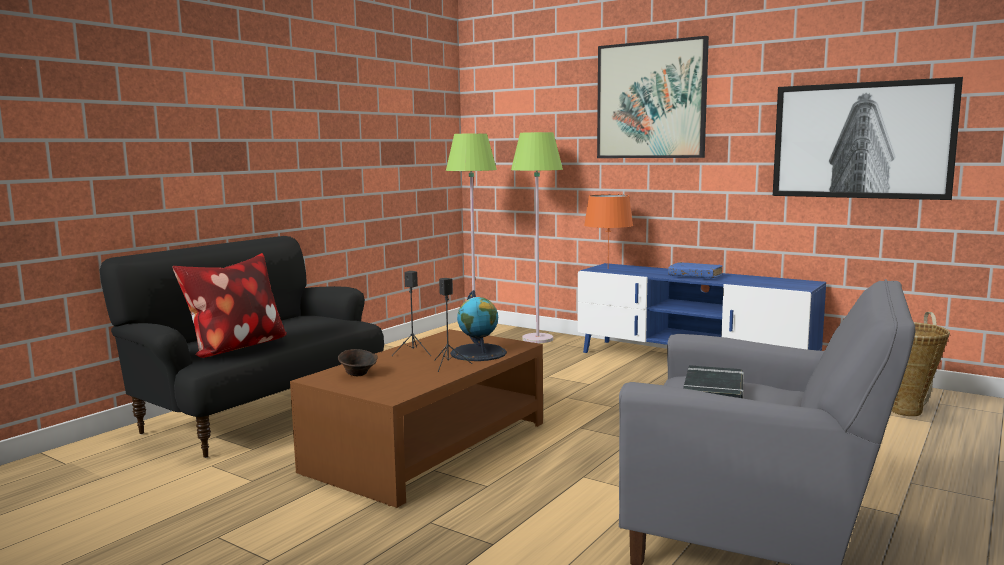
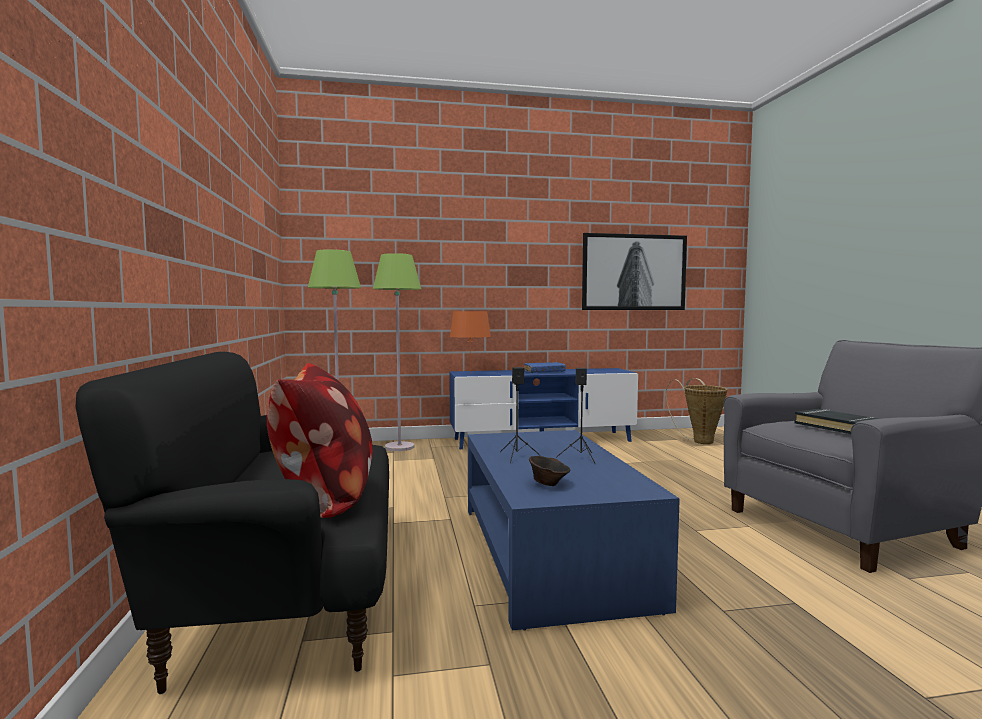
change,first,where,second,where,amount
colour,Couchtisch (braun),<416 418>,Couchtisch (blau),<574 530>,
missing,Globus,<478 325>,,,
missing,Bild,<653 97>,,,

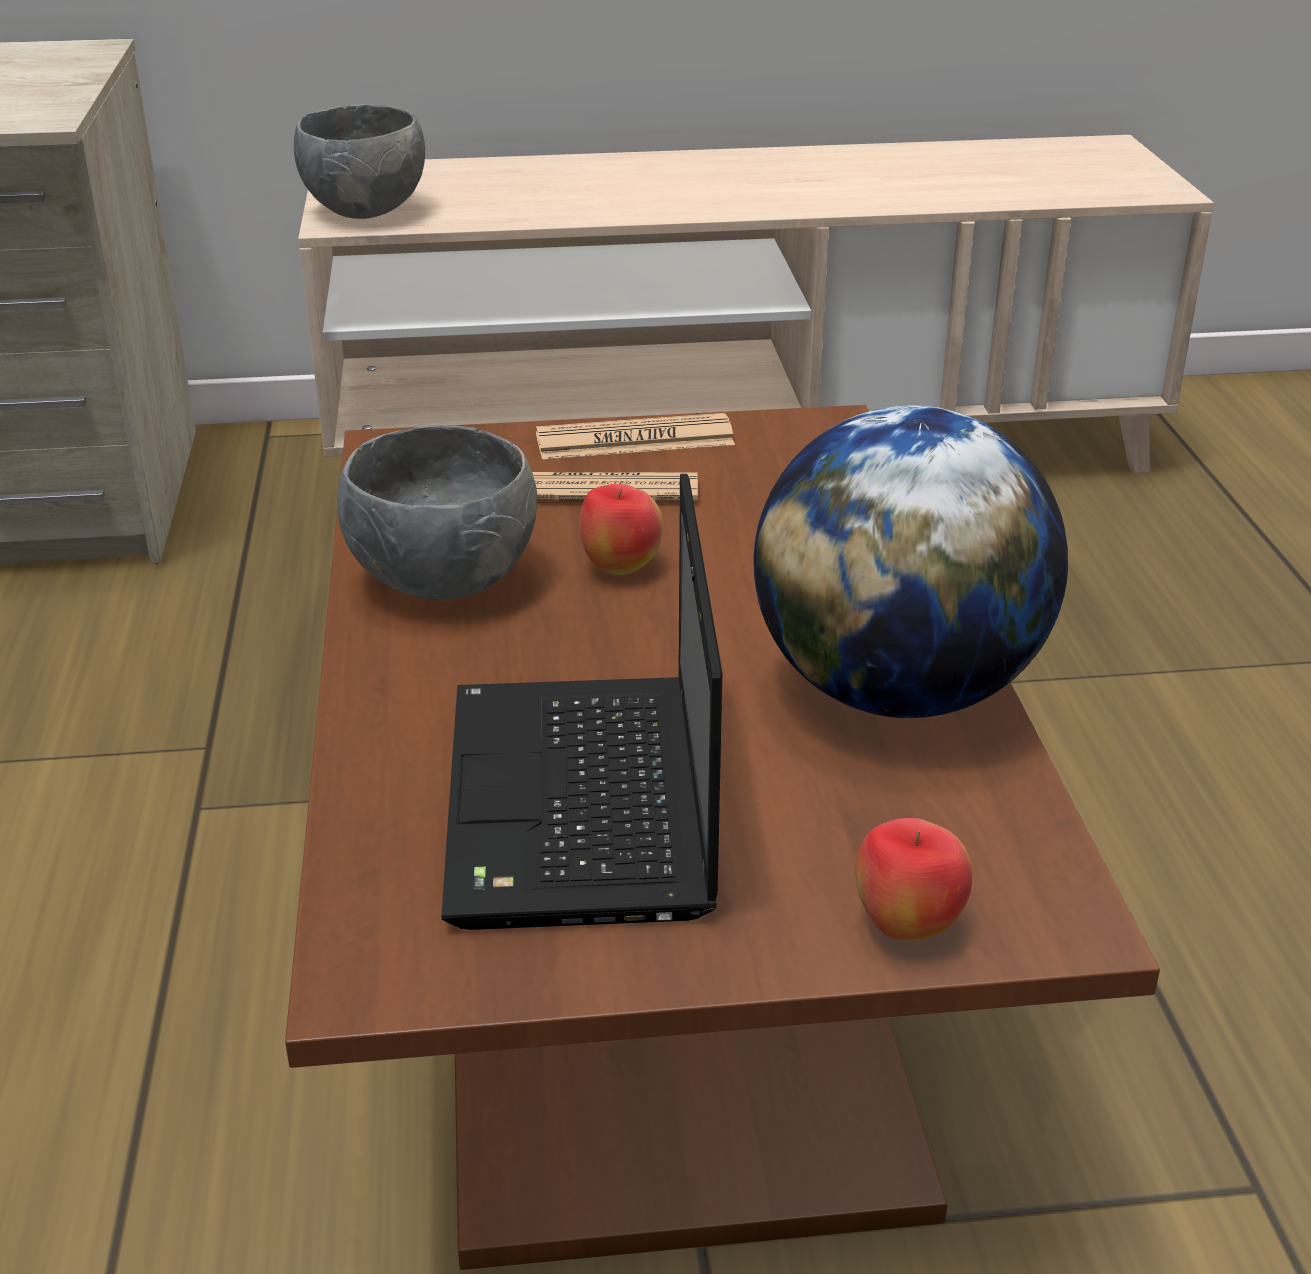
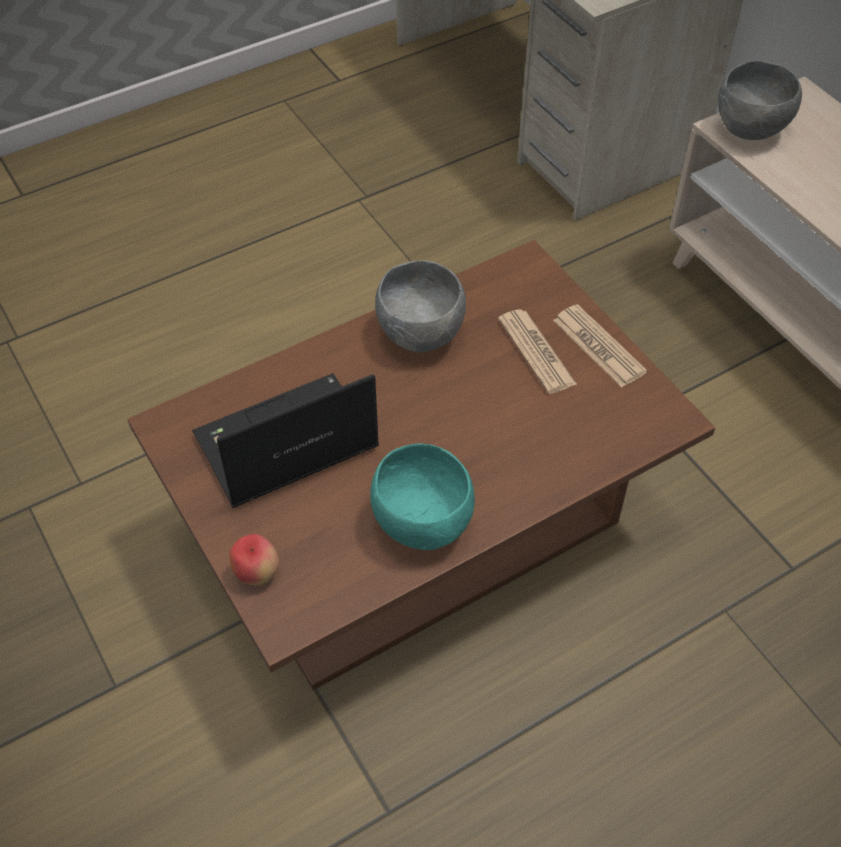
change,first,where,second,where,amount
exchanged,Globus,<910 562>,Schüssel (türkis),<422 496>,
missing,Apfel,<621 529>,,,

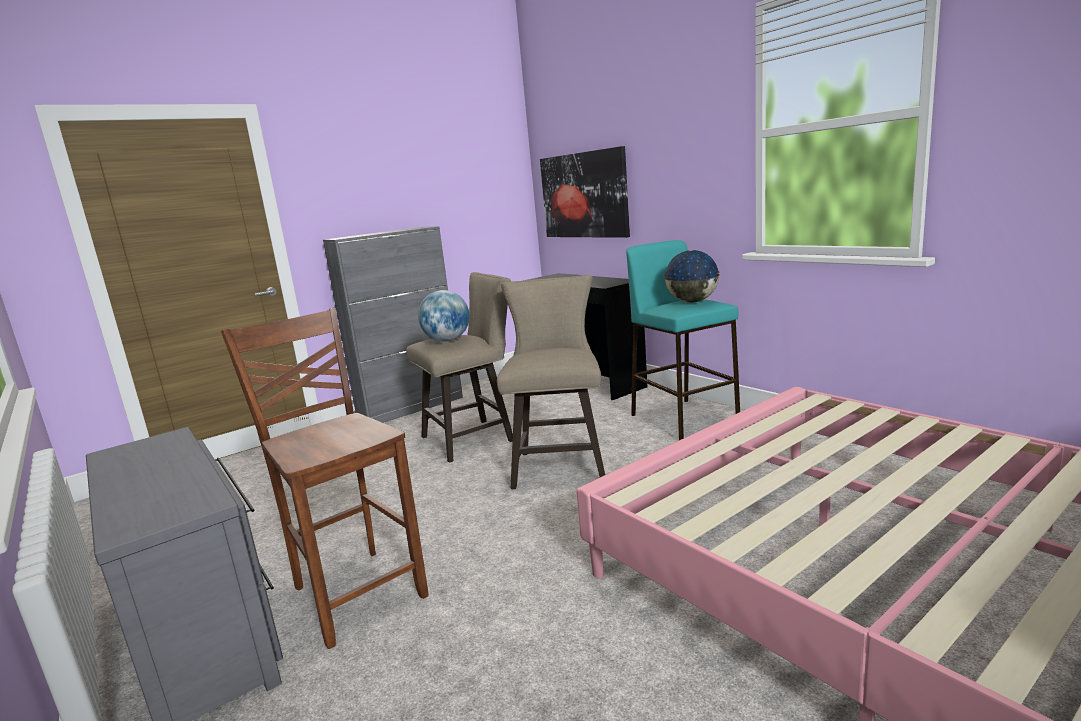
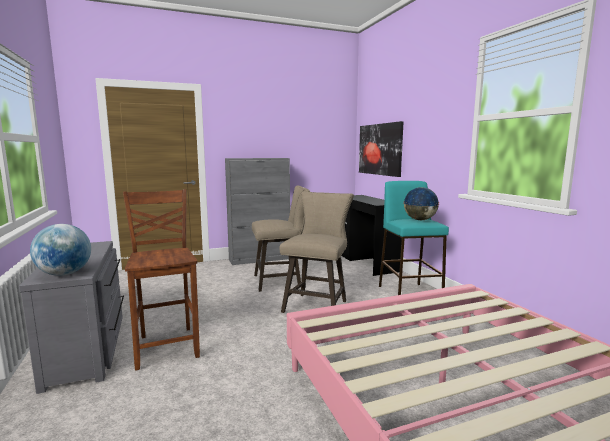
change,first,where,second,where,amount
relocated,Globus,<444 316>,,<60 250>,

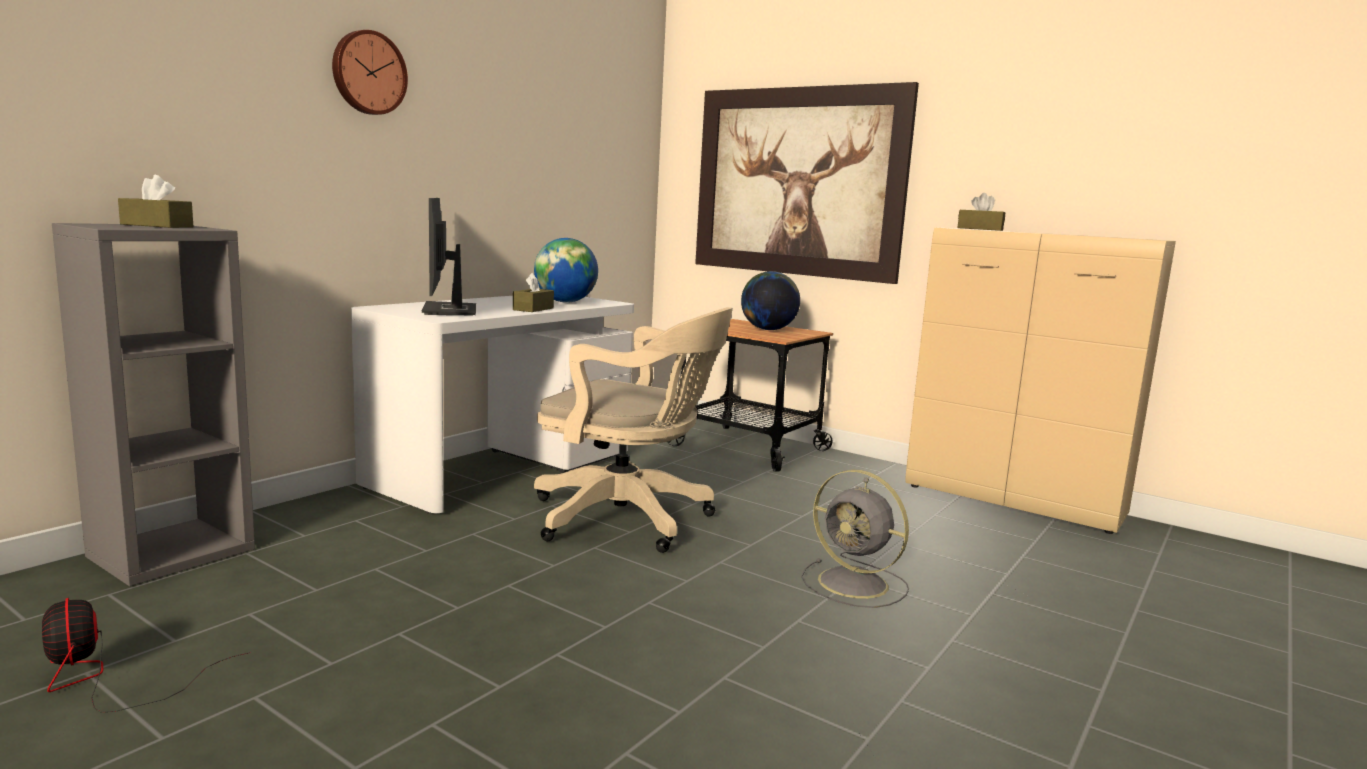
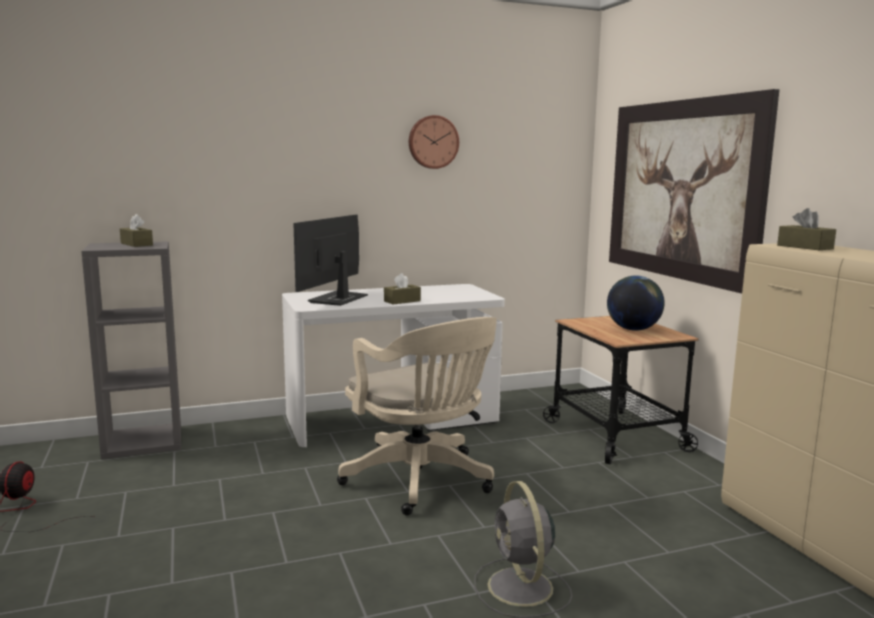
change,first,where,second,where,amount
relocated,Wanduhr,<370 72>,,<434 142>,
missing,Globus,<566 270>,,,

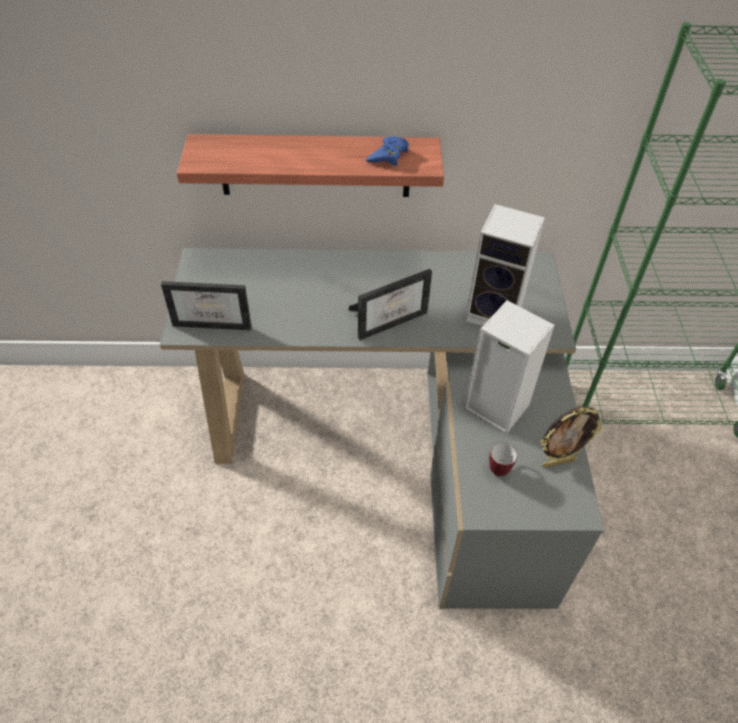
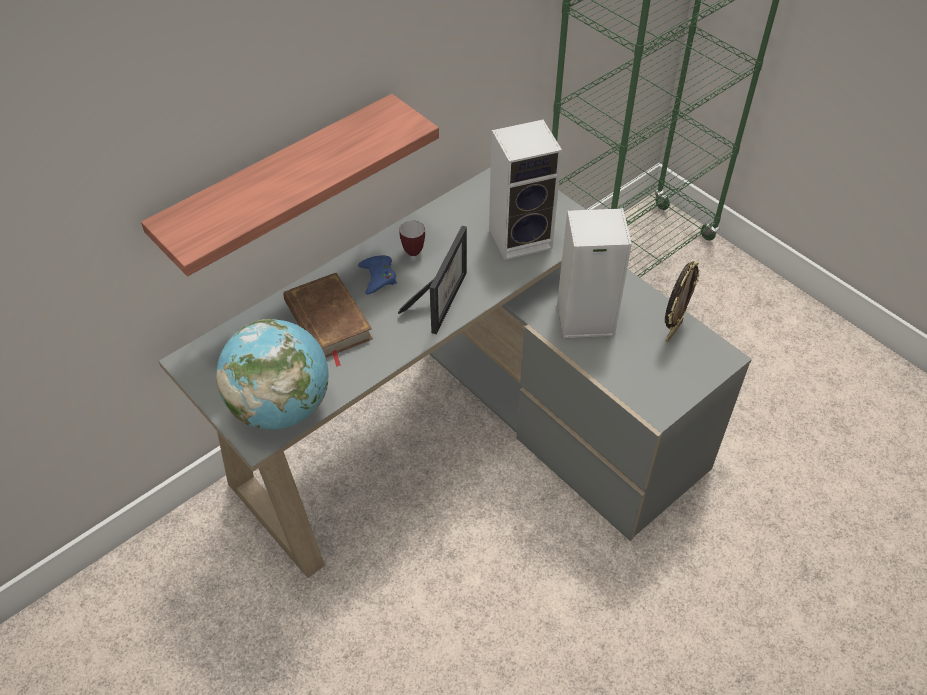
change,first,where,second,where,amount
exchanged,Bilderrahmen,<206 305>,Globus,<272 374>,
appeared,,,Buch (braun),<328 320>,
relocated,Gamepad (blau),<387 151>,,<377 274>,
relocated,Henkelbecher,<503 459>,,<412 238>,

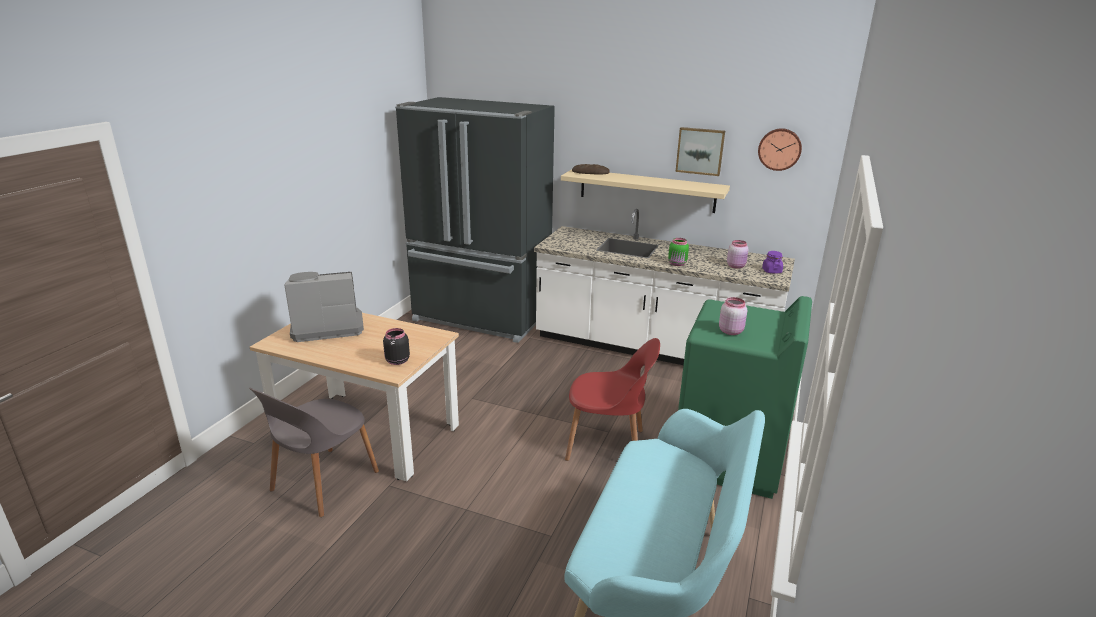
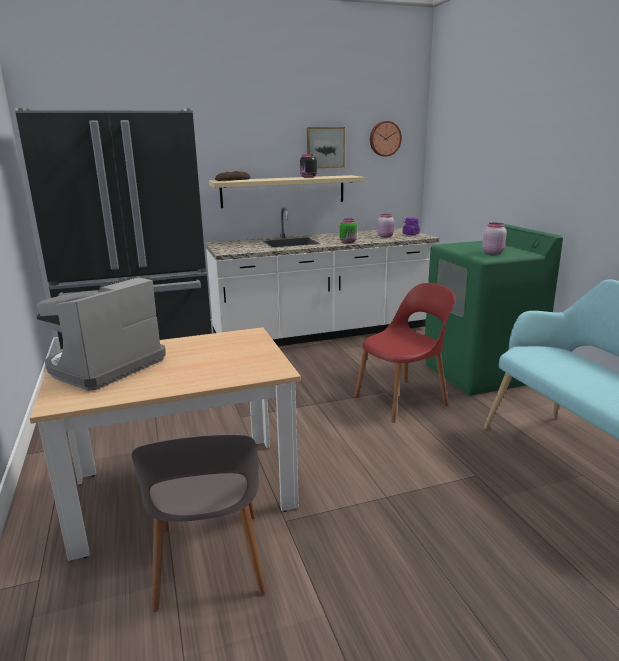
change,first,where,second,where,amount
relocated,Vorratsglas (schwarz),<396 346>,,<308 166>,

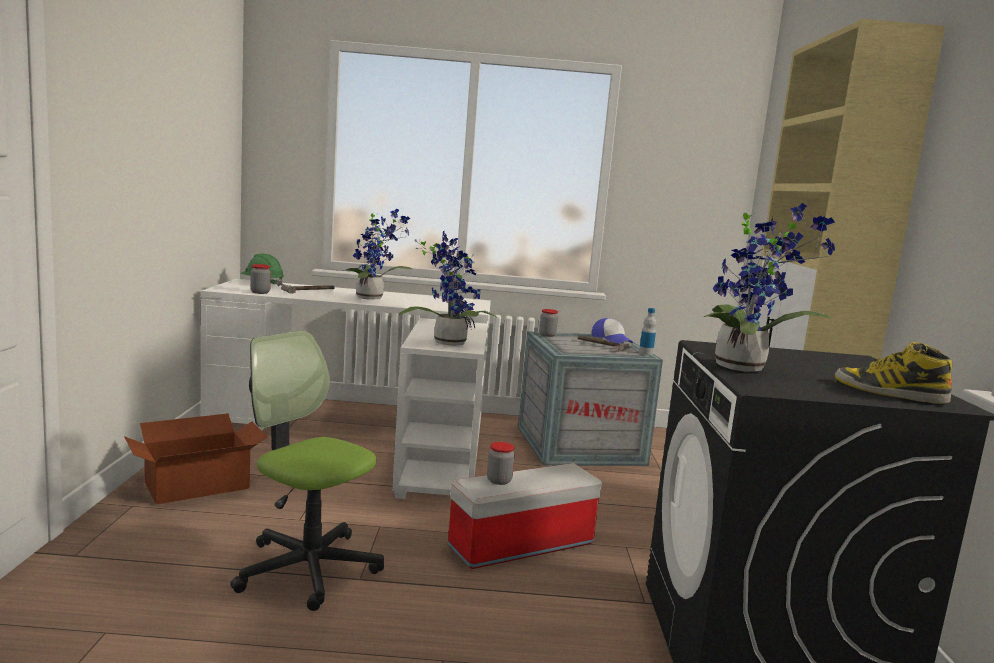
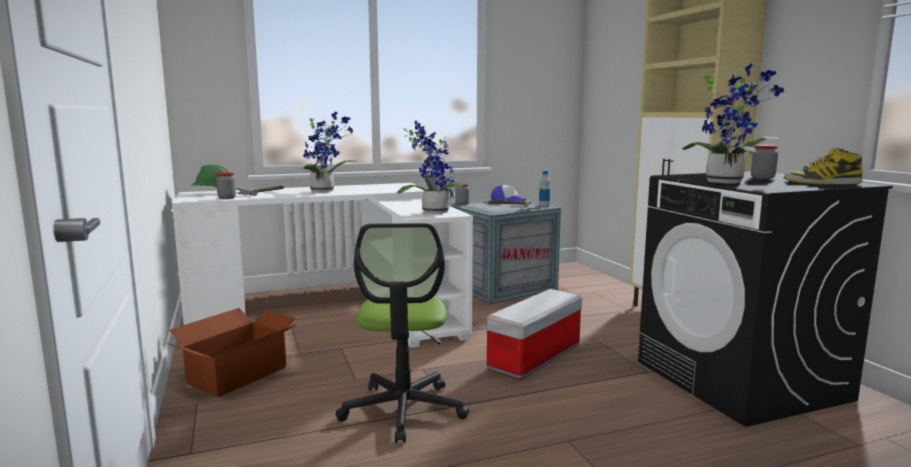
change,first,where,second,where,amount
spun,Bürostuhl,<307 471>,,<402 333>,105 degrees counterclockwise
relocated,Vorratsglas,<501 463>,,<764 162>,

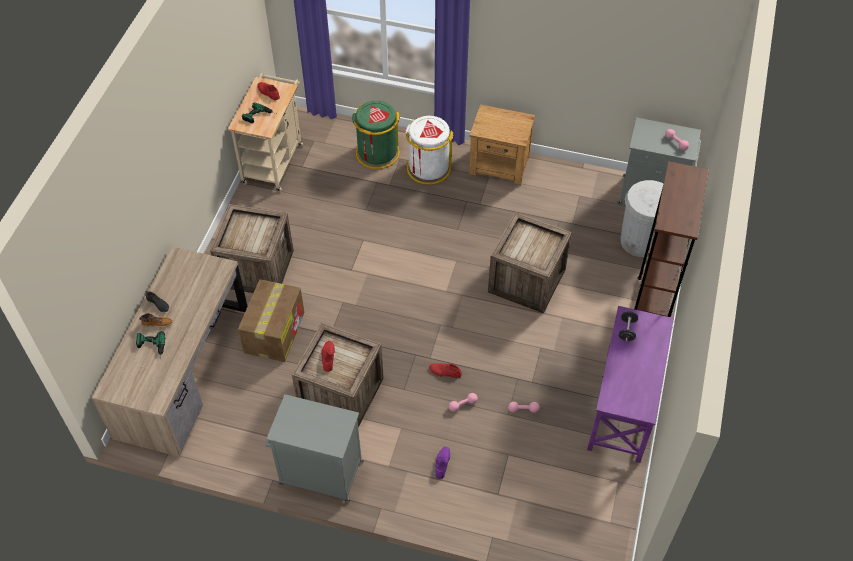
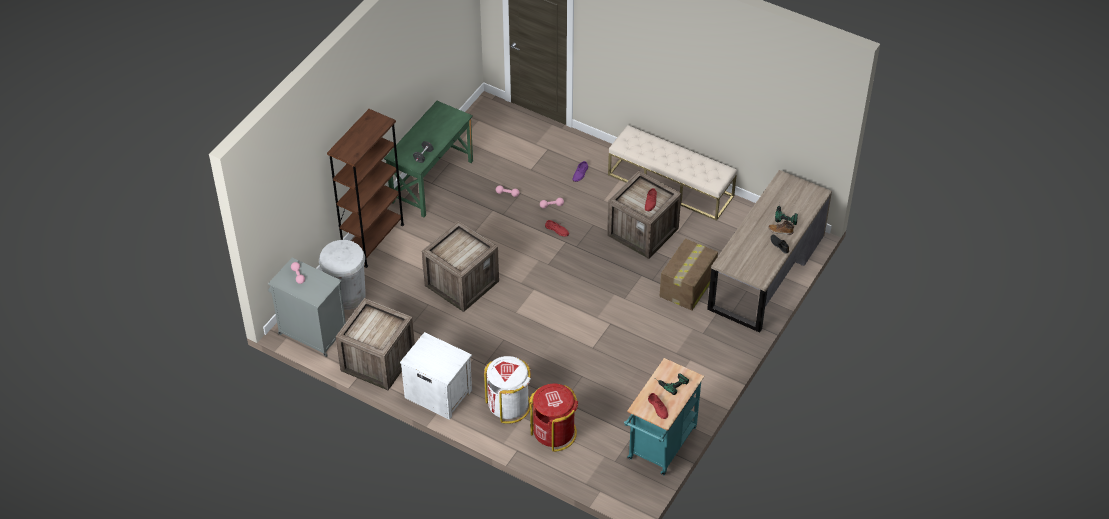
change,first,where,second,where,amount
relocated,Kiste,<252 248>,,<375 344>,
colour,Schreibtisch (lila),<630 384>,Schreibtisch (grün),<428 159>,
colour,Nachttisch (braun),<502 144>,Nachttisch (weiß),<436 376>,
colour,Mülleimer (grün),<376 135>,Mülleimer (rot),<553 418>,
exchanged,Schrank (grau),<315 448>,Bank (beige),<672 173>,
colour,Rollwagen (beige),<265 132>,Rollwagen (türkis),<664 416>,

